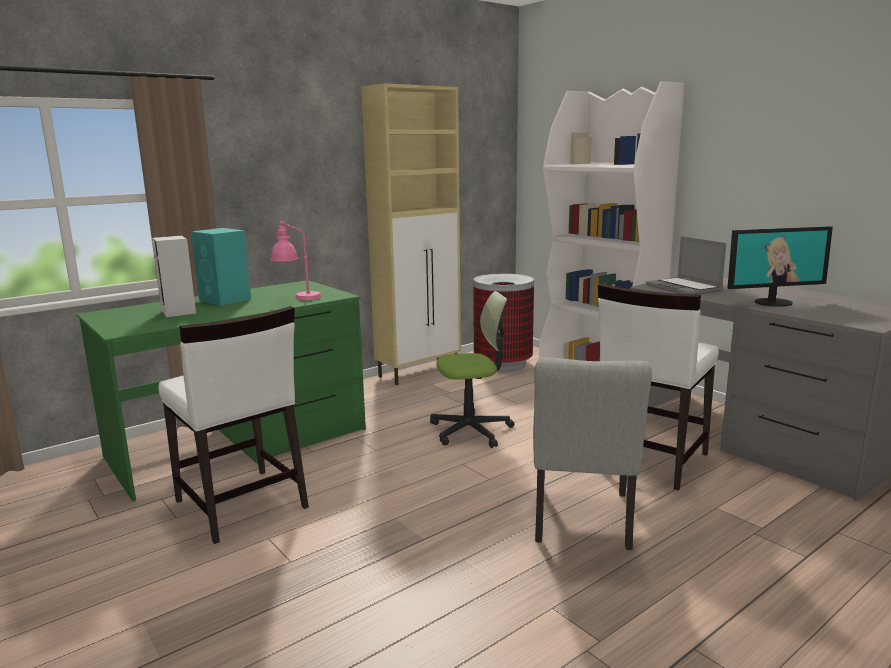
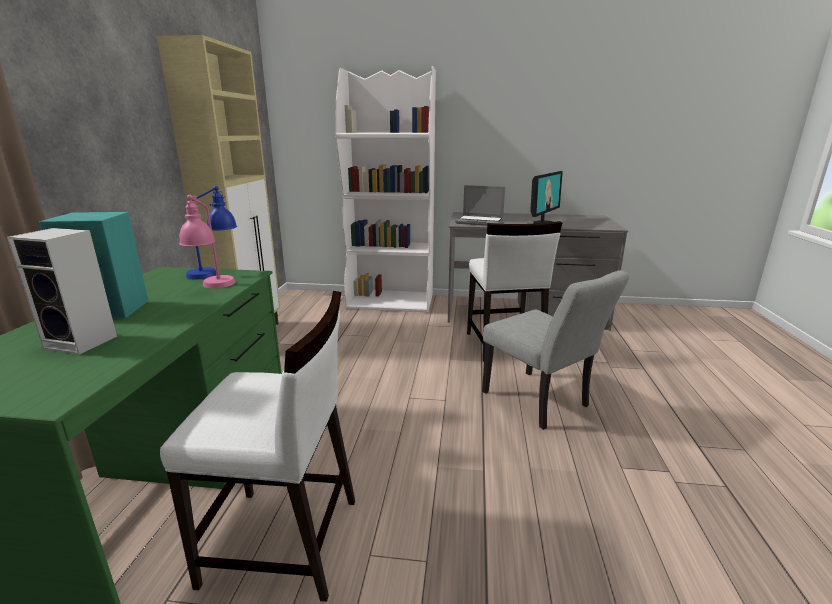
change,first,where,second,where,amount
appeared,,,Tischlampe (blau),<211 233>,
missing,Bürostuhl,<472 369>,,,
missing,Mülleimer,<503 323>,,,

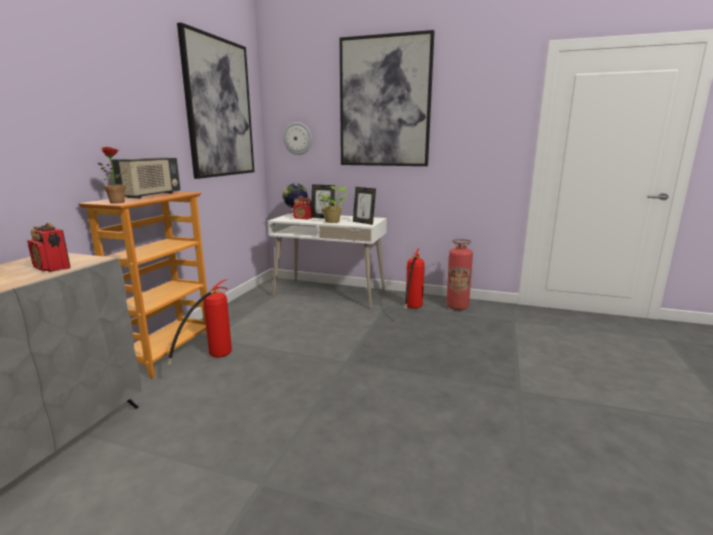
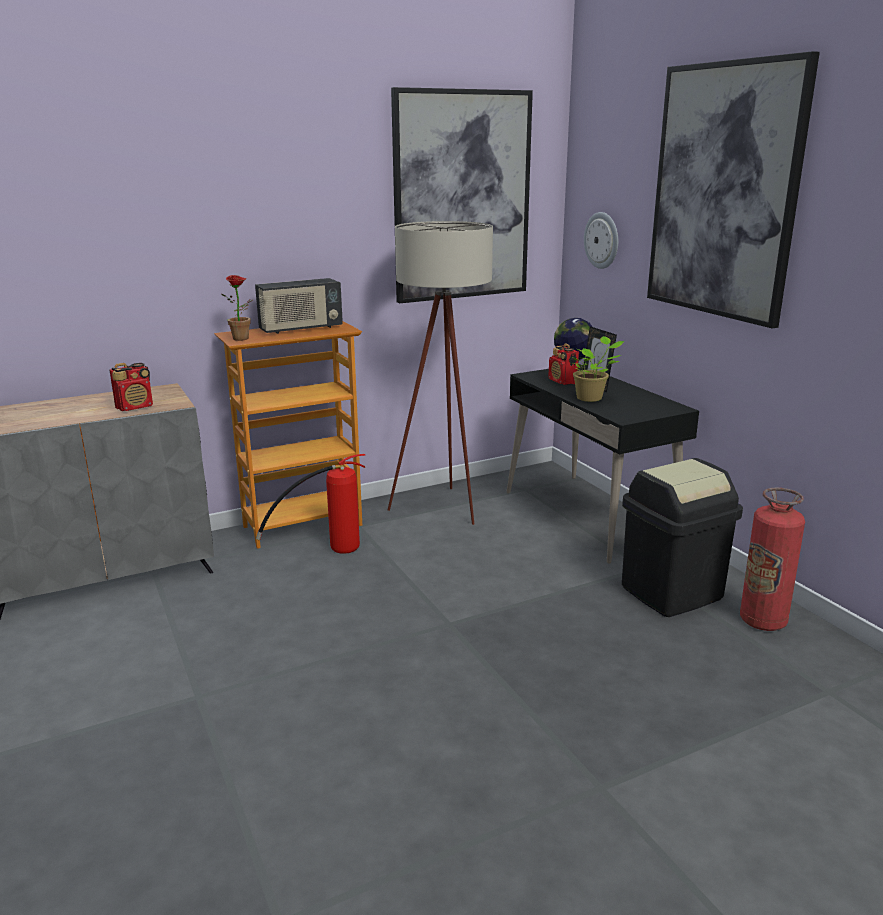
change,first,where,second,where,amount
spun,Radio,<49 247>,,<131 387>,120 degrees counterclockwise
appeared,,,Stehlampe (beige),<440 373>,
colour,Schreibtisch (weiß),<327 261>,Schreibtisch (schwarz),<603 464>,
exchanged,Feuerlöscher,<414 279>,Mülleimer (schwarz),<682 537>,
missing,Bilderrahmen,<364 206>,,,

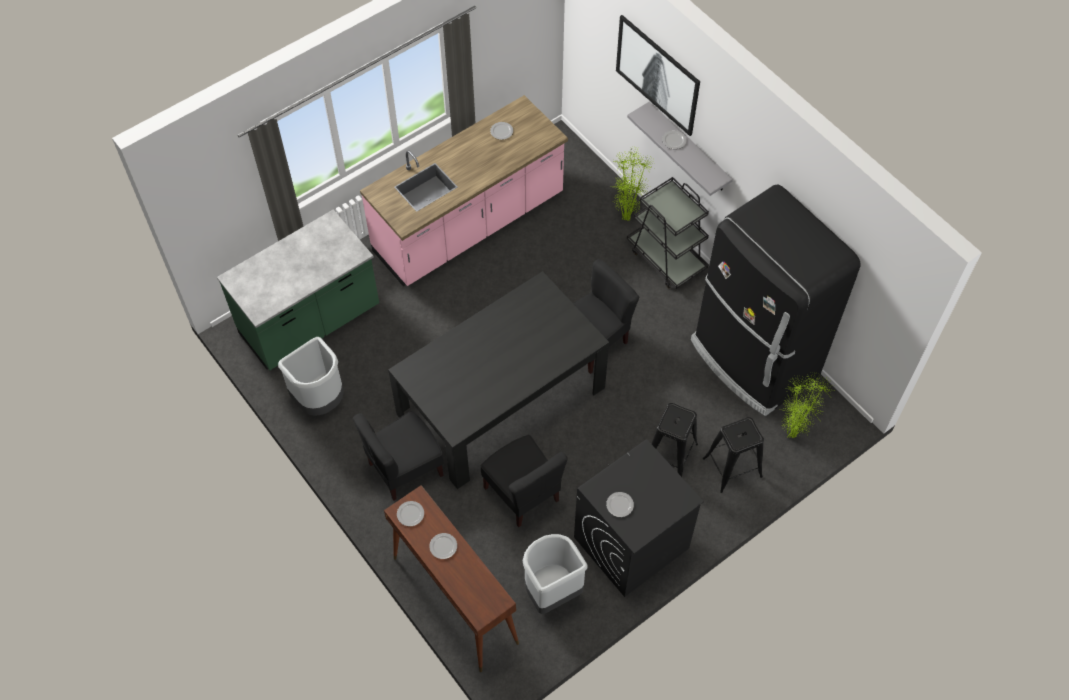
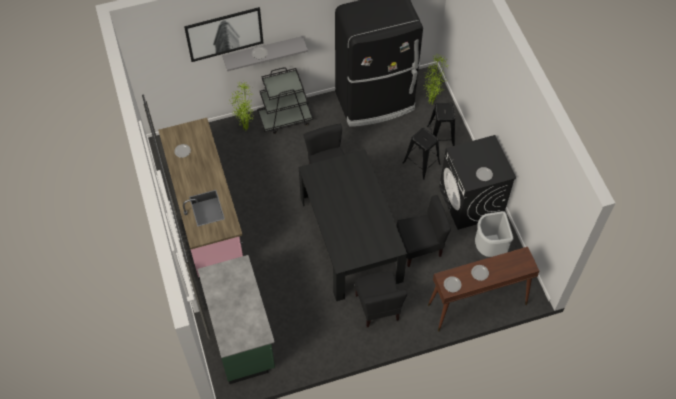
change,first,where,second,where,amount
missing,Mülleimer (grau),<311 376>,,,

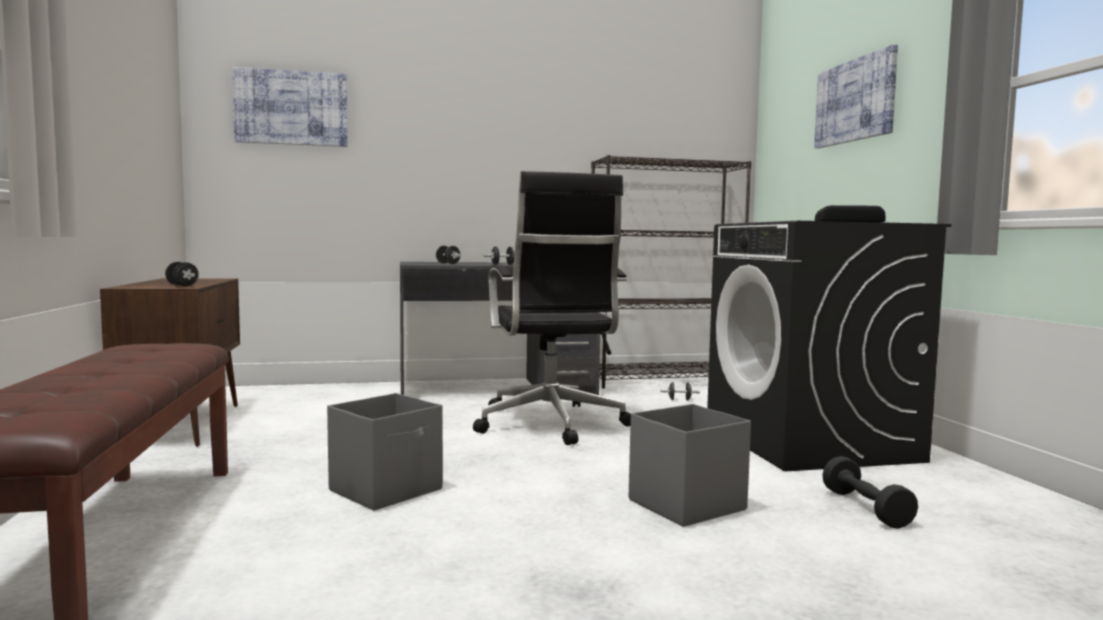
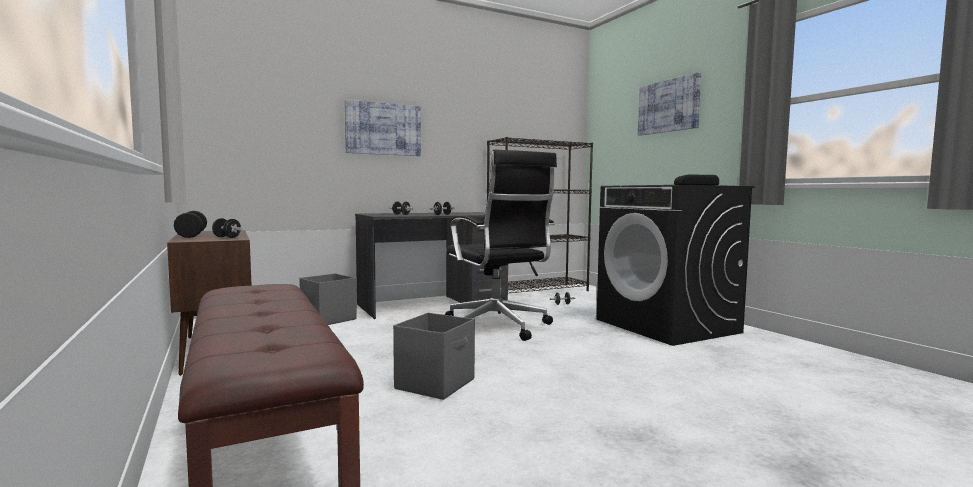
change,first,where,second,where,amount
relocated,Hantel (schwarz),<870 492>,,<190 224>,
relocated,Aufbewahrungsbox (grau),<690 465>,,<328 299>,
relocated,Bild,<290 107>,,<383 127>,

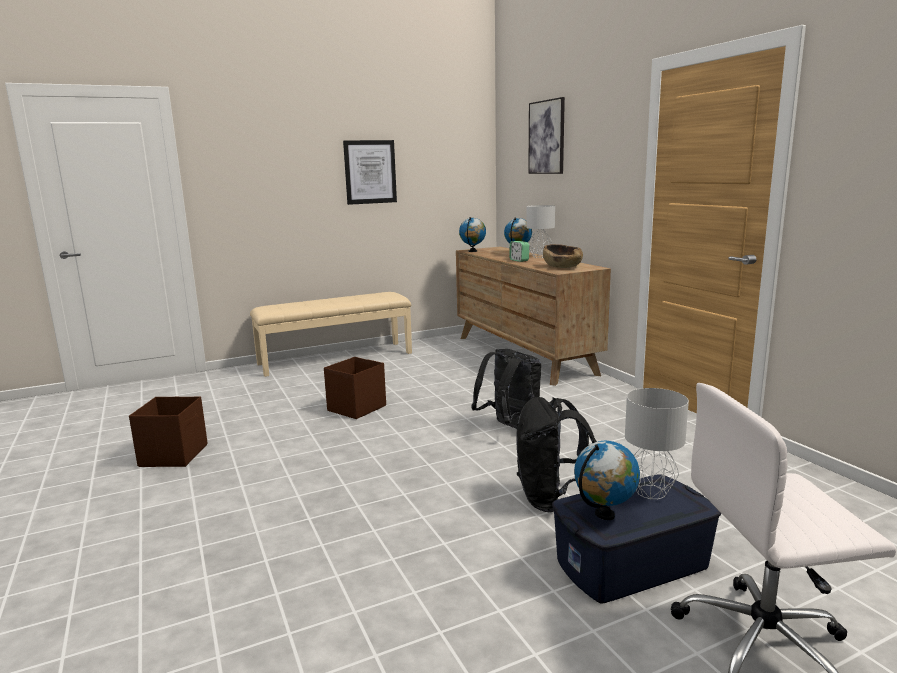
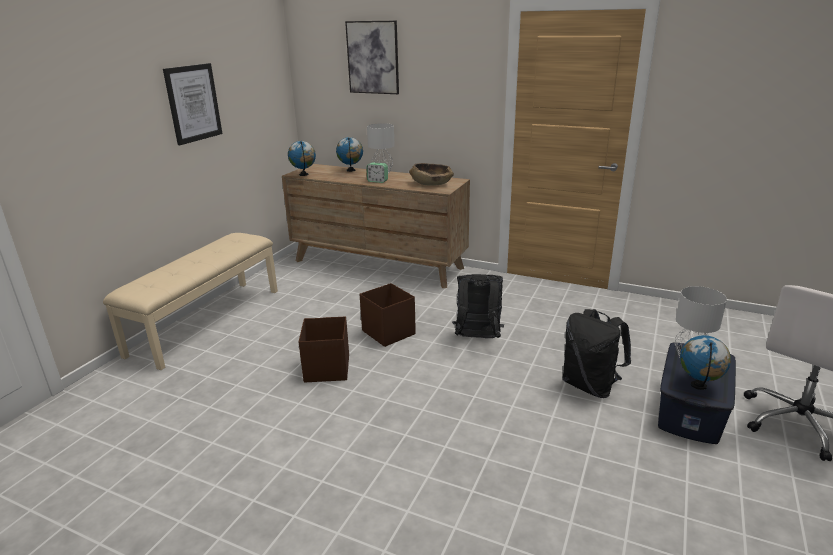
change,first,where,second,where,amount
relocated,Aufbewahrungsbox (braun),<168 431>,,<388 315>,

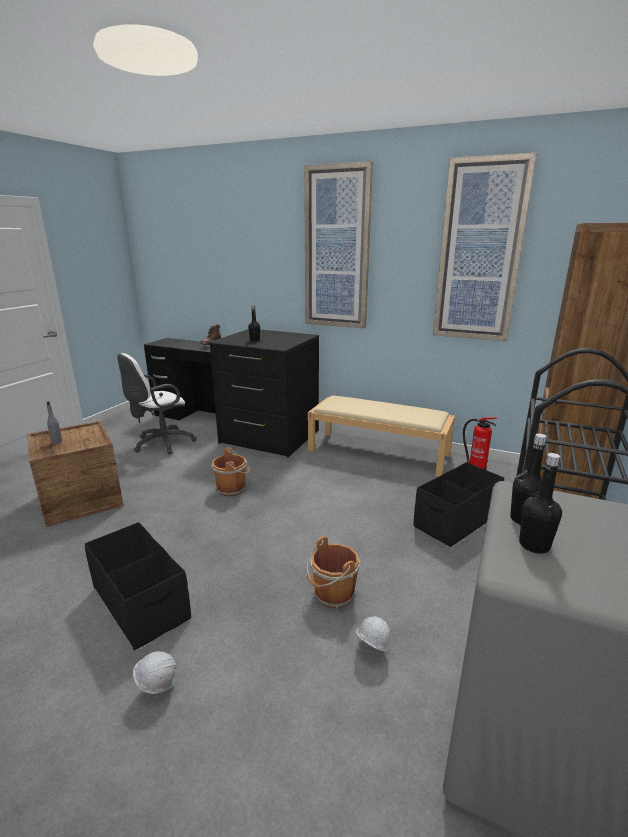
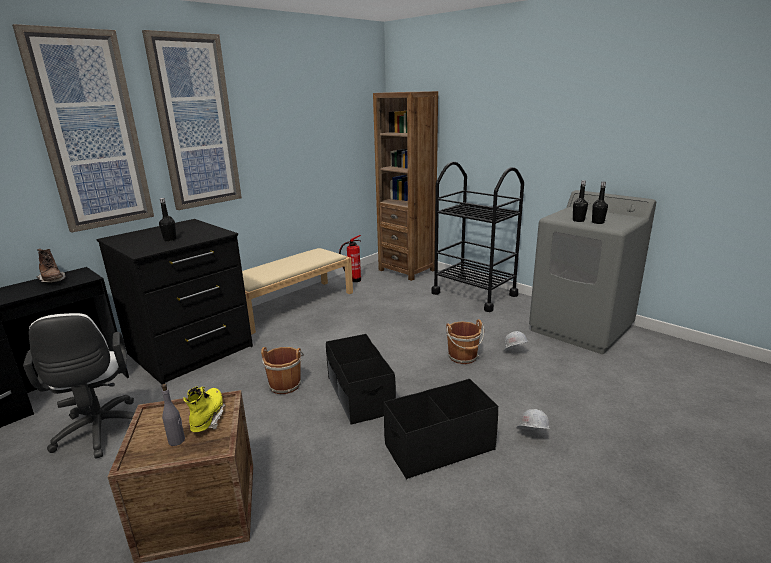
change,first,where,second,where,amount
relocated,Bild,<484 247>,,<83 128>,
appeared,,,Stiefel (gelb),<204 409>,
relocated,Aufbewahrungsbox (schwarz),<458 504>,,<361 379>,

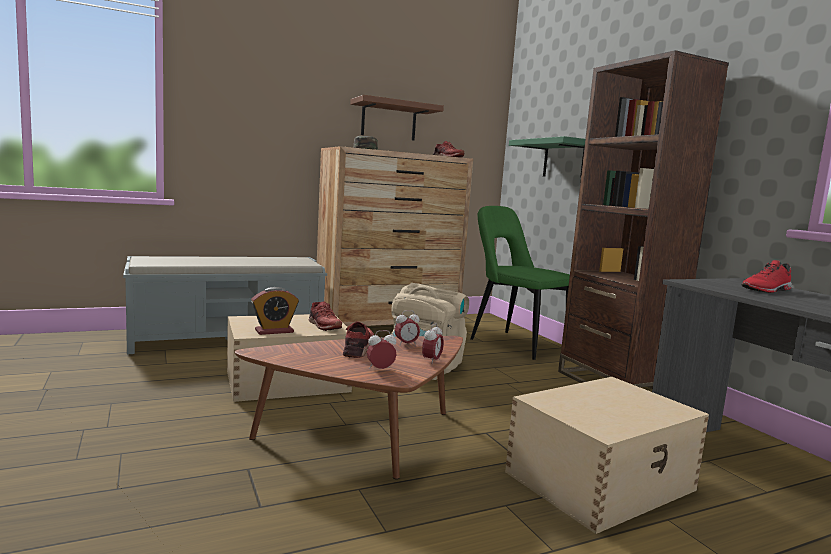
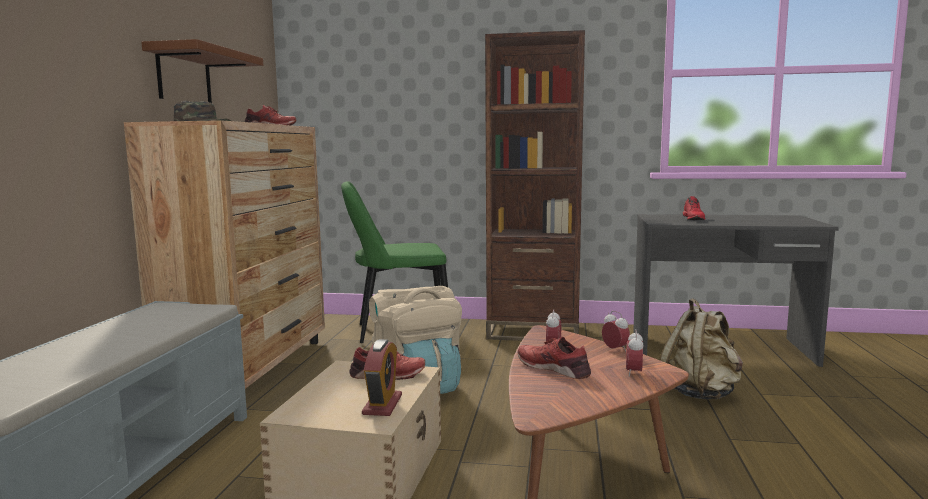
change,first,where,second,where,amount
exchanged,Aufbewahrungsbox (beige),<607 455>,Rucksack (beige),<701 348>,
missing,Wandregal (grün),<547 157>,,,

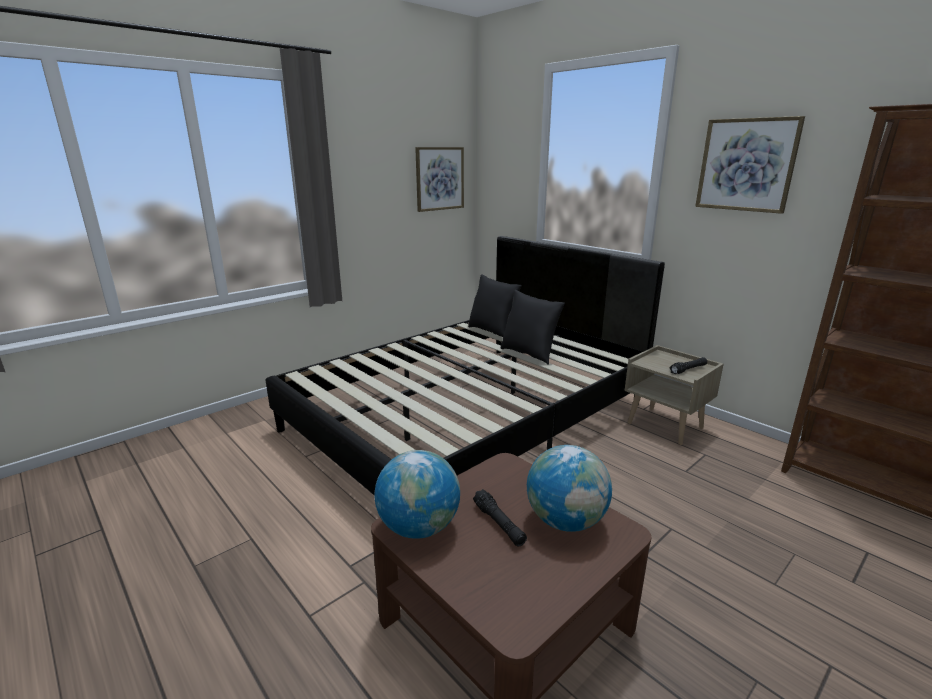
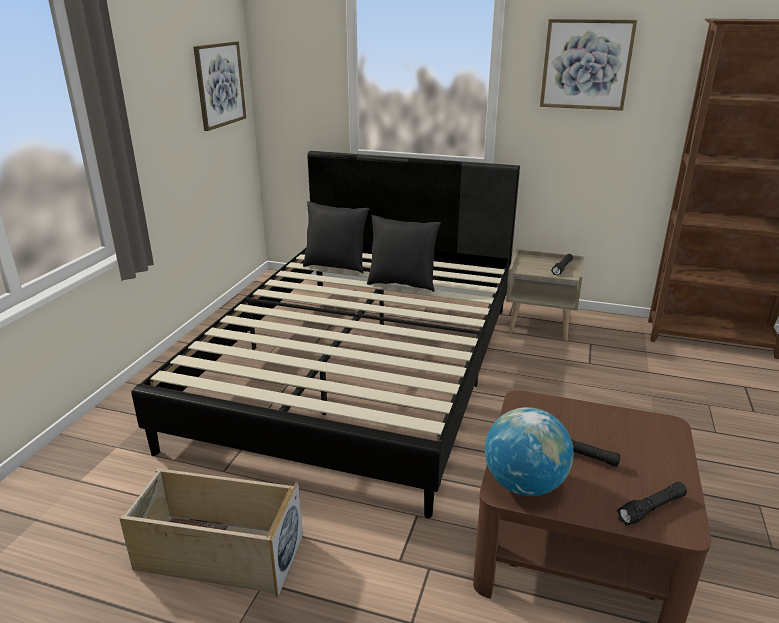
change,first,where,second,where,amount
appeared,,,Aufbewahrungsbox (beige),<211 532>,
appeared,,,Taschenlampe (schwarz),<652 504>,
missing,Globus,<569 488>,,,

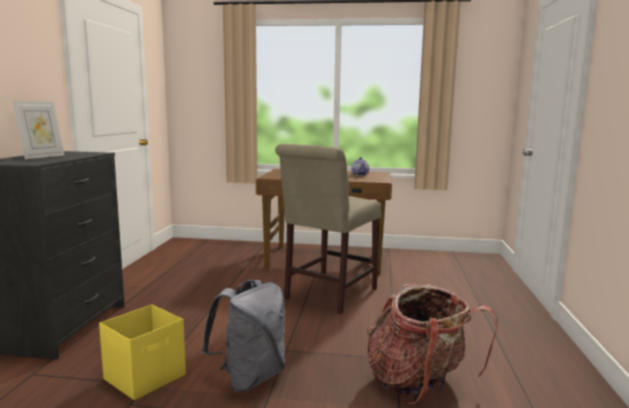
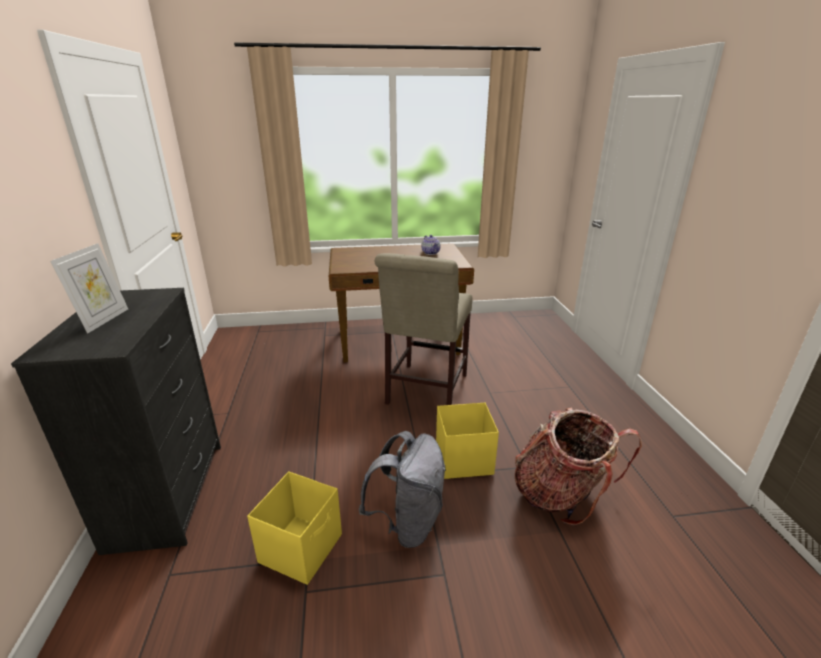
change,first,where,second,where,amount
appeared,,,Aufbewahrungsbox (gelb),<467 441>,

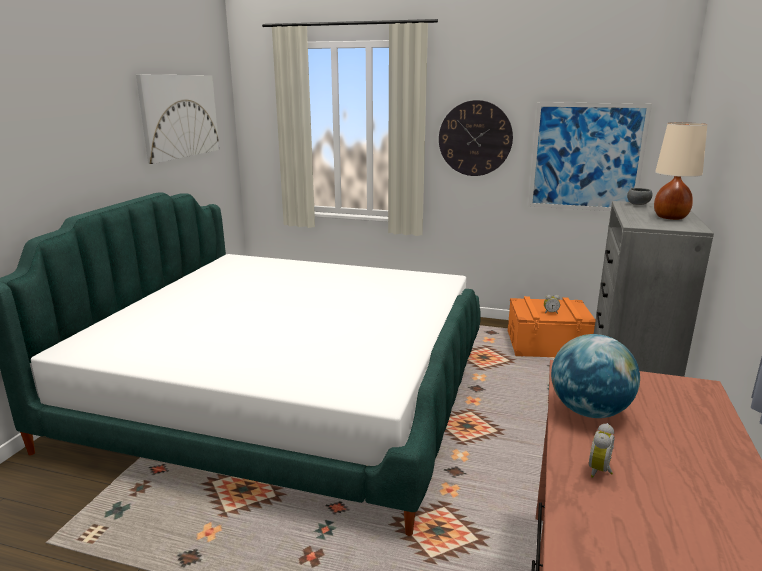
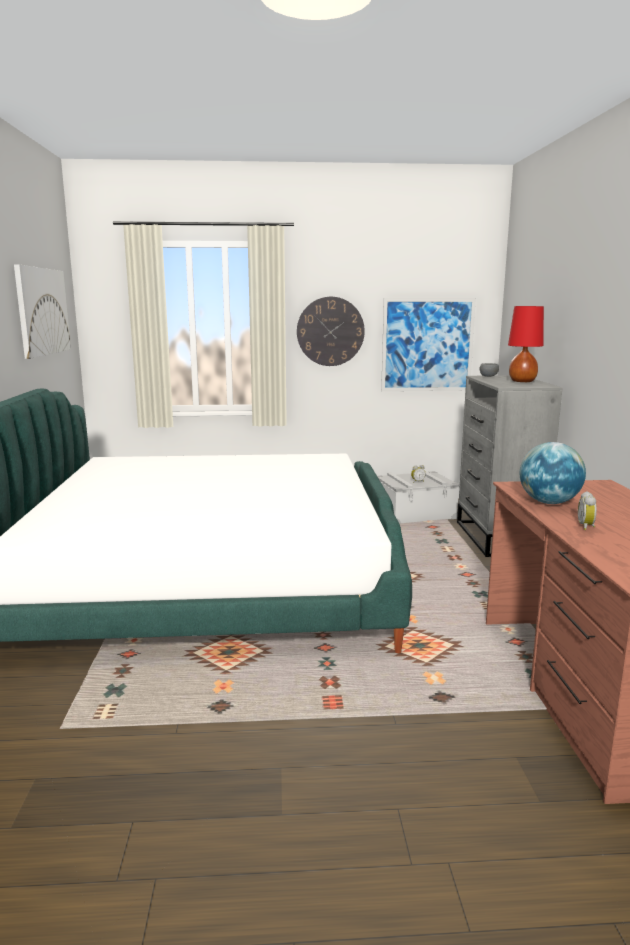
change,first,where,second,where,amount
colour,Aufbewahrungsbox (orange),<552 326>,Aufbewahrungsbox (grau),<418 497>,
colour,Tischlampe (beige),<681 171>,Tischlampe (rot),<526 344>,

